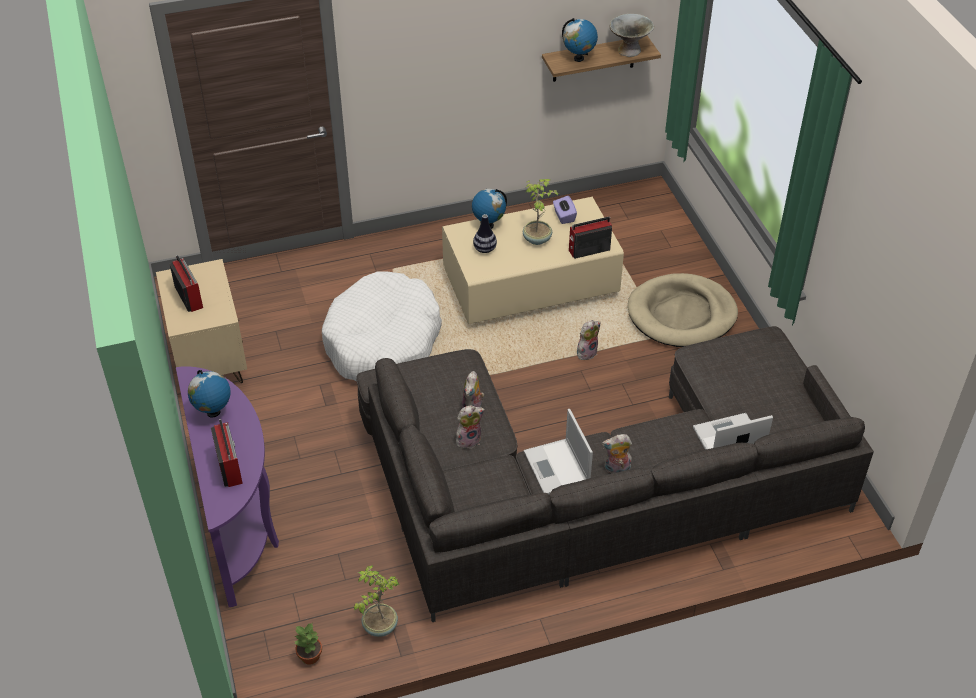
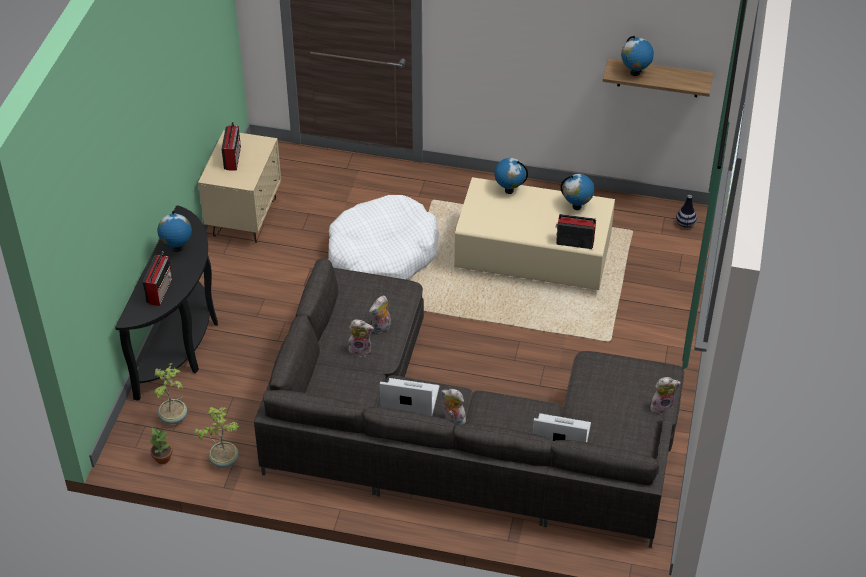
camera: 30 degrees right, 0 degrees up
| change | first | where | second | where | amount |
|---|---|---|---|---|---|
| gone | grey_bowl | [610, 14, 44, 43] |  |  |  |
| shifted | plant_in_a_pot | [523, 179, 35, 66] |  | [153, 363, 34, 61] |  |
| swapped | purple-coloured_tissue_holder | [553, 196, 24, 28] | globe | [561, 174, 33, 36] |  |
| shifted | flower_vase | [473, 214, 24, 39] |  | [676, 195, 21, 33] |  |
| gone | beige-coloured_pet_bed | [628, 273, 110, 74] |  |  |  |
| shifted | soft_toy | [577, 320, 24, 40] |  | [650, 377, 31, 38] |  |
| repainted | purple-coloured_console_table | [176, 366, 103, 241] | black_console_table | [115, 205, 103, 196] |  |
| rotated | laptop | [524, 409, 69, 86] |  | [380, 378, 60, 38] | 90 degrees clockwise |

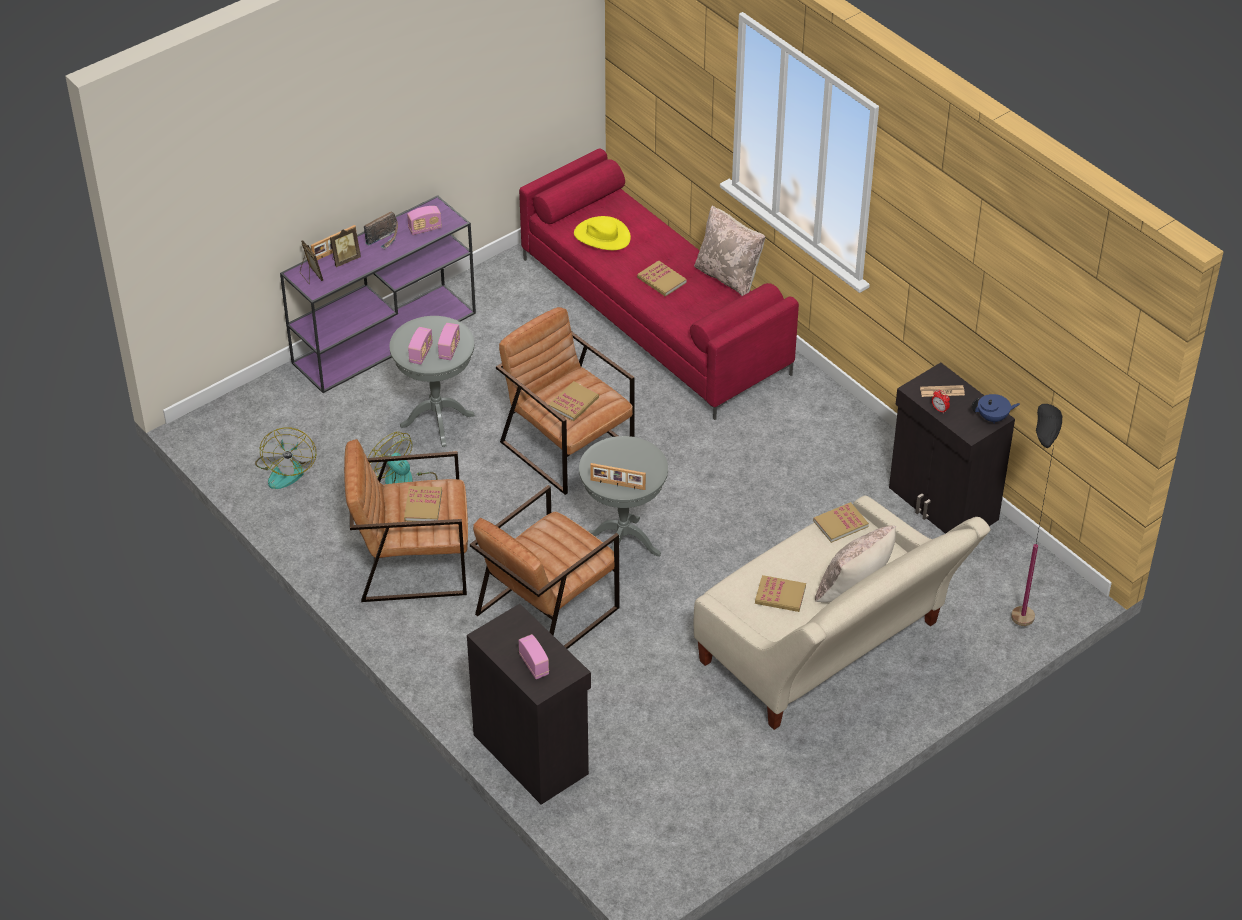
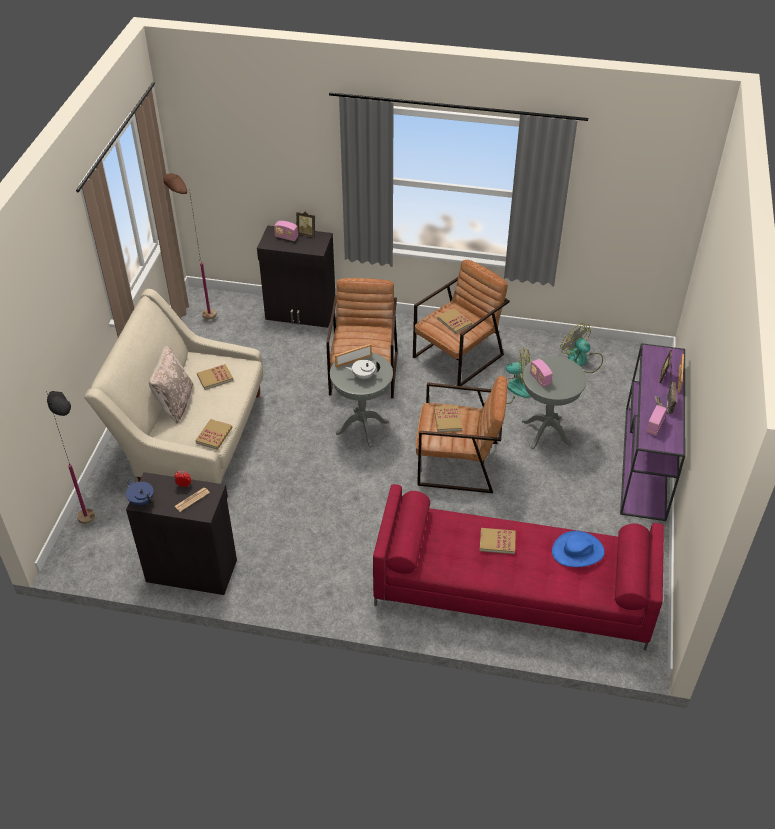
camera: 140 degrees right, 0 degrees up
| change | first | where | second | where | amount |
|---|---|---|---|---|---|
| gone | beige-coloured_cushion | [694, 205, 71, 91] |  |  |  |
| repainted | yellow-coloured_hat | [574, 216, 57, 34] | blue_hat | [552, 531, 53, 36] |  |
| shifted | standing_frame | [300, 240, 23, 44] |  | [296, 211, 20, 27] |  |
| gone | radio_receiver | [408, 327, 25, 38] |  |  |  |
| rotated | blue_pot_for_tea | [972, 394, 48, 30] |  | [126, 480, 28, 26] | 90 degrees clockwise |
| new |  |  | brownish_standard_lamp | [163, 173, 54, 147] |  |
| new |  |  | whitish_pot_for_tea | [345, 360, 35, 19] |  |

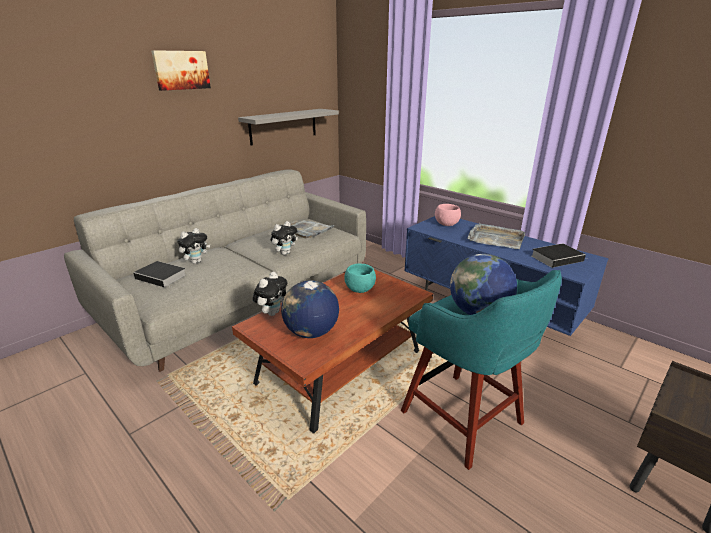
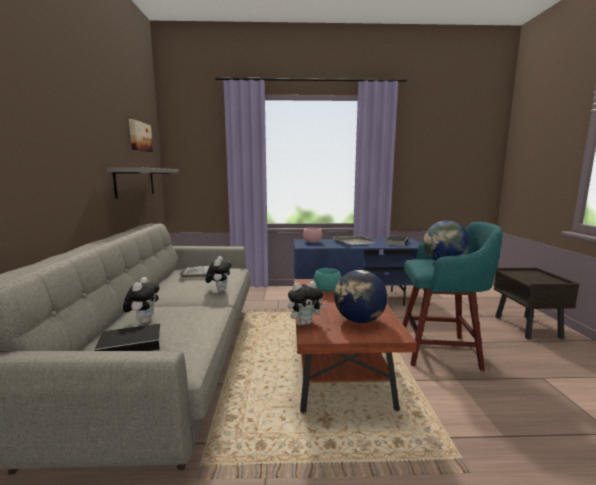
camera: 45 degrees left, 15 degrees down
| change | first | where | second | where | amount |
|---|---|---|---|---|---|
| shifted | picture | [151, 50, 60, 41] |  | [129, 119, 24, 33] |  |
| rotated | soft_toy | [253, 272, 34, 44] |  | [287, 281, 39, 44] | 90 degrees clockwise |

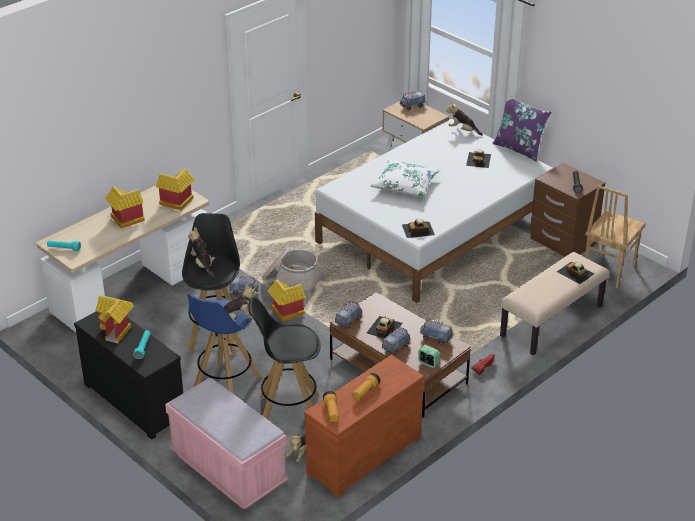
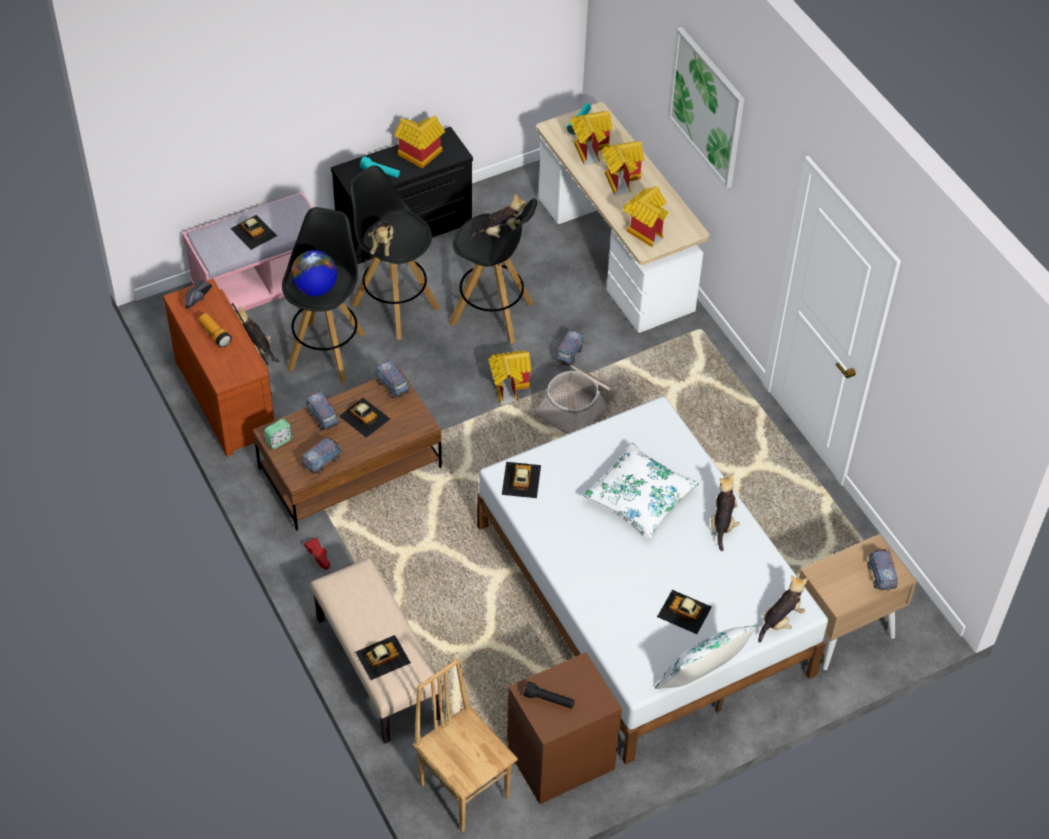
camera: 105 degrees right, 15 degrees up
| change | first | where | second | where | amount |
|---|---|---|---|---|---|
| repainted | purple-coloured_cushion | [492, 99, 60, 63] | whitish_cushion | [655, 625, 102, 64] |  |
| repainted | blue_stool | [188, 294, 73, 100] | black_stool | [350, 165, 90, 174] |  |
| swapped | torch | [323, 391, 16, 31] | black_low_shoe | [185, 280, 27, 28] |  |
| new |  |  | picture | [667, 27, 78, 162] |  |
| new |  |  | toy_house | [570, 111, 42, 54] |  |
| new |  |  | toy_car | [230, 215, 47, 35] |  |
| new |  |  | globe | [291, 250, 46, 47] |  |
| new |  |  | soft_toy | [711, 474, 29, 77] |  |

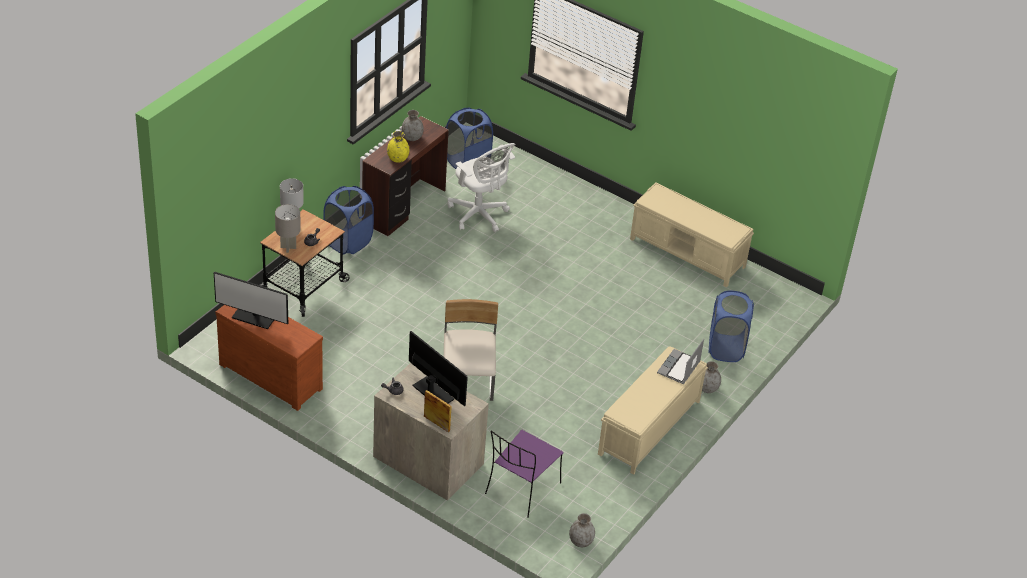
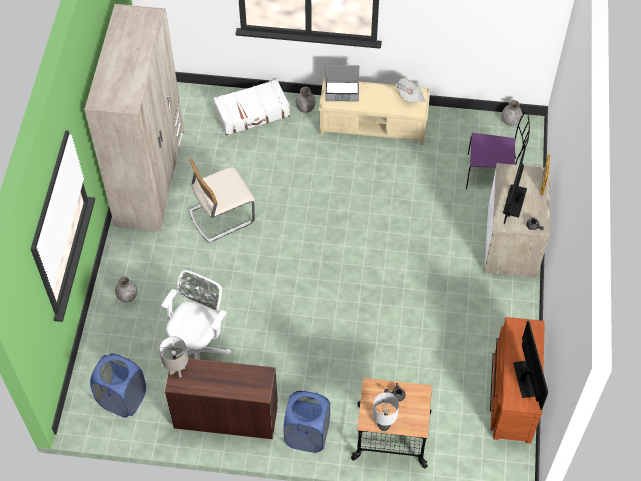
camera: 115 degrees left, 15 degrees up
| change | first | where | second | where | amount |
|---|---|---|---|---|---|
| shifted | grey_flower_vase | [402, 110, 22, 31] |  | [115, 276, 22, 26] |  |
| gone | yellow-coloured_flower_vase | [387, 131, 22, 32] |  |  |  |
| swapped | beige-coloured_indoor_bench | [630, 182, 124, 105] | beige-coloured_clothes_cupboard | [84, 4, 100, 227] |  |
| shifted | grey_tabletop_lamp | [275, 204, 26, 49] |  | [159, 336, 29, 42] |  |
| swapped | blue_laundry_basket | [708, 291, 46, 71] | whitish_suitcase | [213, 79, 77, 56] |  |
| shifted | beige-coloured_plain_chair | [444, 299, 54, 102] |  | [189, 158, 66, 85] |  |
| new |  |  | printed_paper | [396, 78, 30, 26] |  |

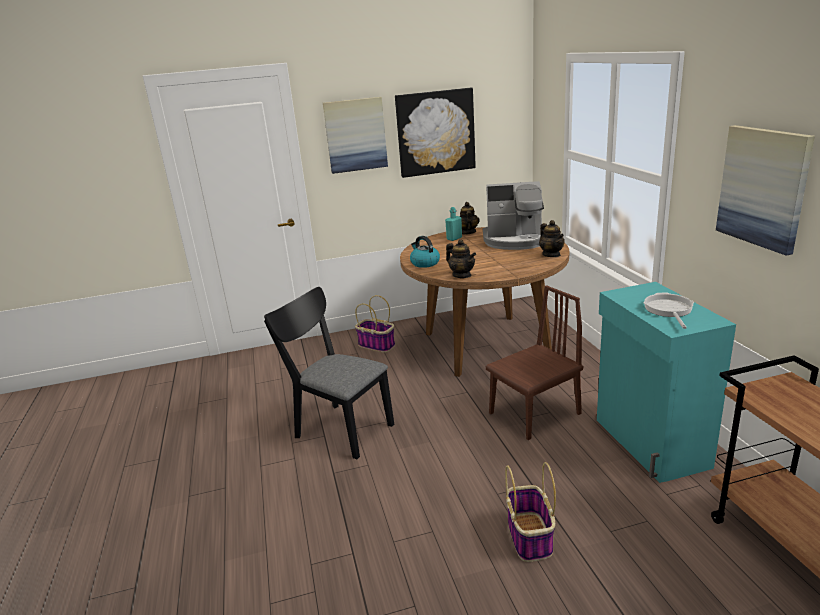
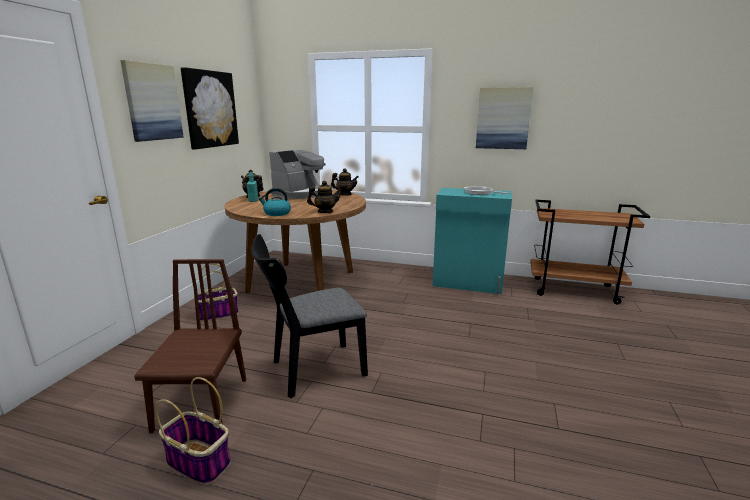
camera: 60 degrees left, 5 degrees down
| change | first | where | second | where | amount |
|---|---|---|---|---|---|
| shifted | brownish_plain_chair | [486, 285, 97, 155] |  | [134, 259, 112, 174] |  |
| shifted | basket | [505, 462, 51, 100] |  | [155, 377, 76, 108] |  |

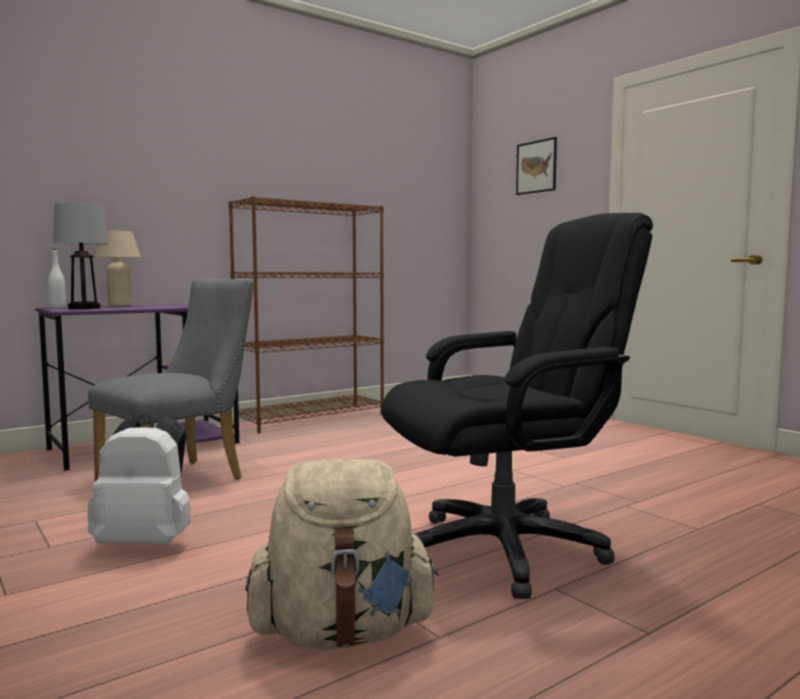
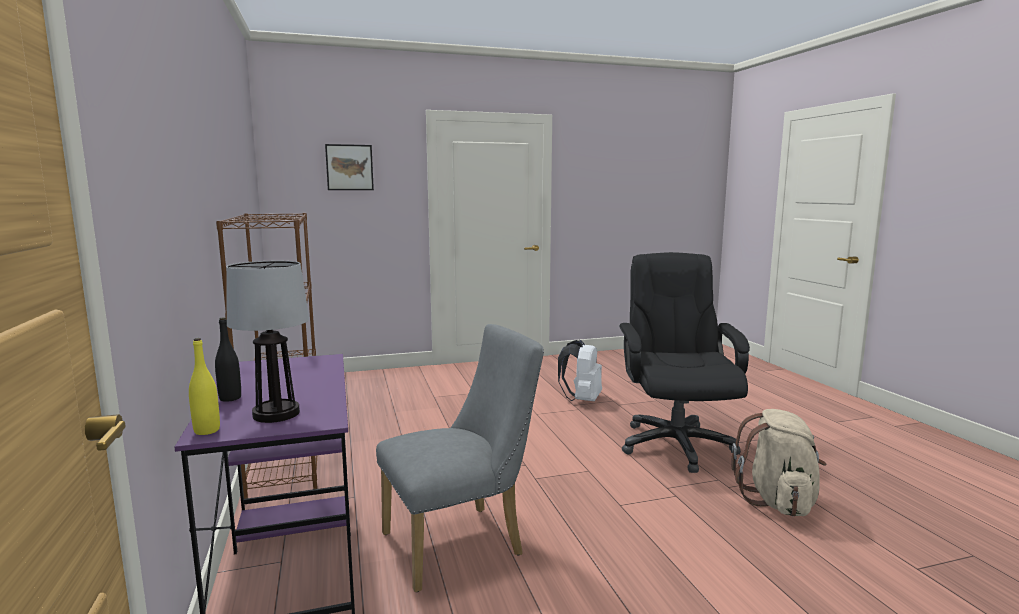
camera: 70 degrees left, 5 degrees up
| change | first | where | second | where | amount |
|---|---|---|---|---|---|
| swapped | beige-coloured_tabletop_lamp | [94, 230, 47, 77] | black_beverage_bottle | [215, 317, 26, 85] |  |
| repainted | whitish_beverage_bottle | [48, 249, 18, 59] | yellow-coloured_beverage_bottle | [189, 338, 31, 97] |  |
| rotated | grey_plain_chair | [88, 279, 166, 203] |  | [376, 324, 168, 268] | 90 degrees clockwise |
| shifted | whitish_knapsack | [87, 413, 104, 131] |  | [558, 340, 44, 61] |  |

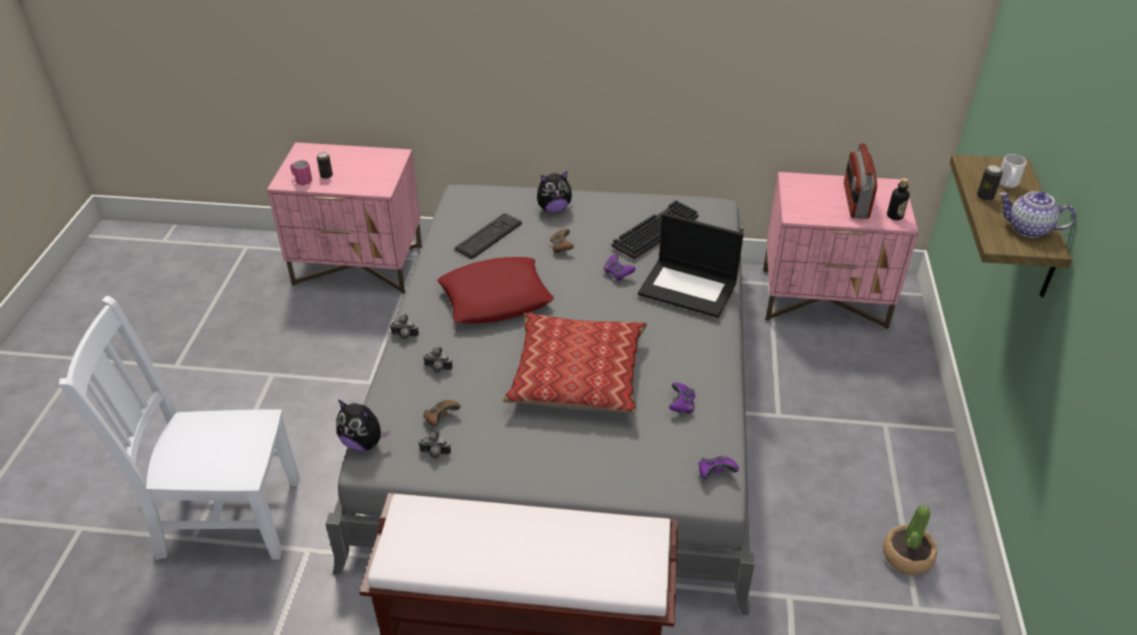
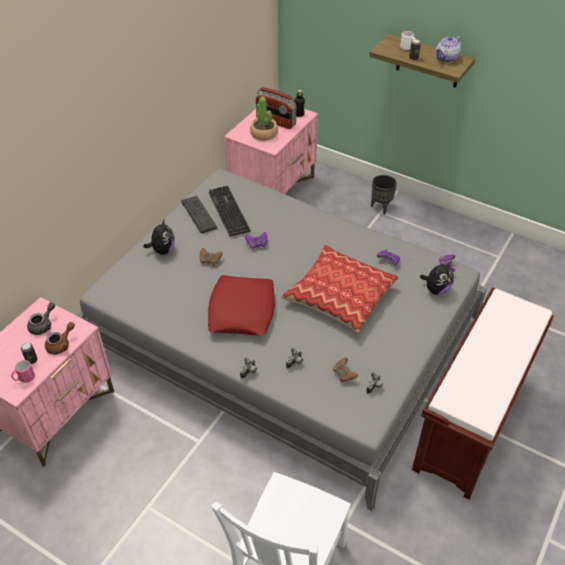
camera: 65 degrees left, 5 degrees up
| change | first | where | second | where | amount |
|---|---|---|---|---|---|
| shifted | computer_keyboard | [455, 213, 67, 46] |  | [181, 196, 36, 38] |  |
| gone | laptop | [638, 213, 106, 105] |  |  |  |
| shifted | soft_toy | [336, 400, 53, 51] |  | [420, 261, 34, 34] |  |
| shifted | plant_in_a_pot | [883, 505, 54, 70] |  | [250, 97, 28, 44] |  |
| new |  |  | black_planter | [371, 175, 26, 39] |  |
| new |  |  | grey_pot_for_tea | [27, 302, 28, 33] |  |
| new |  |  | brownish_pot_for_tea | [45, 322, 30, 33] |  |

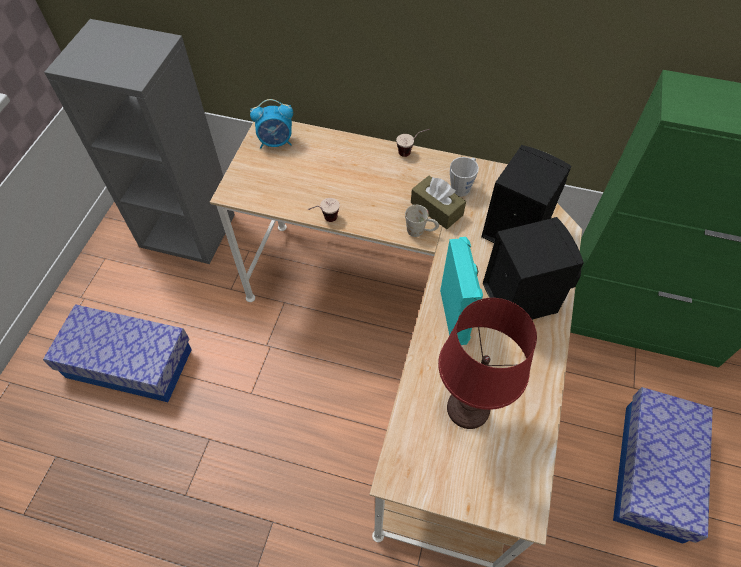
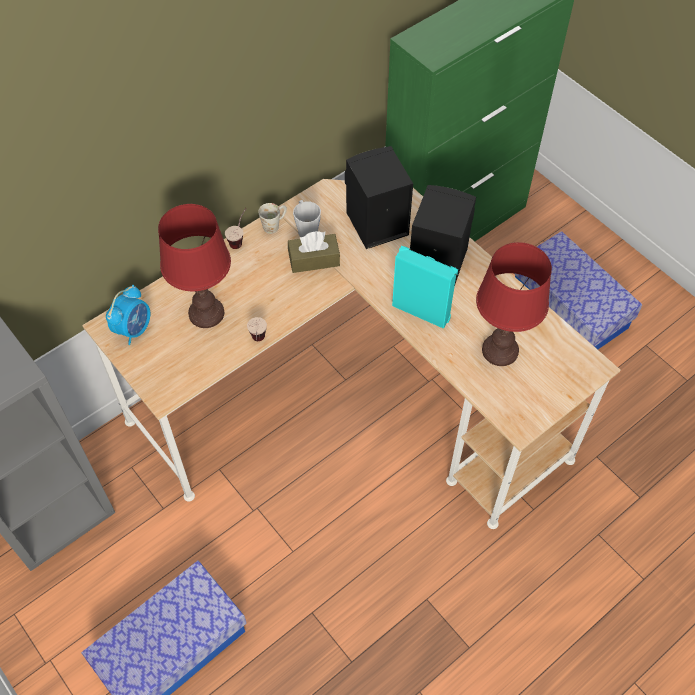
camera: 55 degrees left, 0 degrees up
| change | first | where | second | where | amount |
|---|---|---|---|---|---|
| shifted | whitish_mug | [405, 205, 34, 32] |  | [258, 203, 29, 31] |  |
| new |  |  | red_tabletop_lamp | [158, 204, 73, 124] |  |

